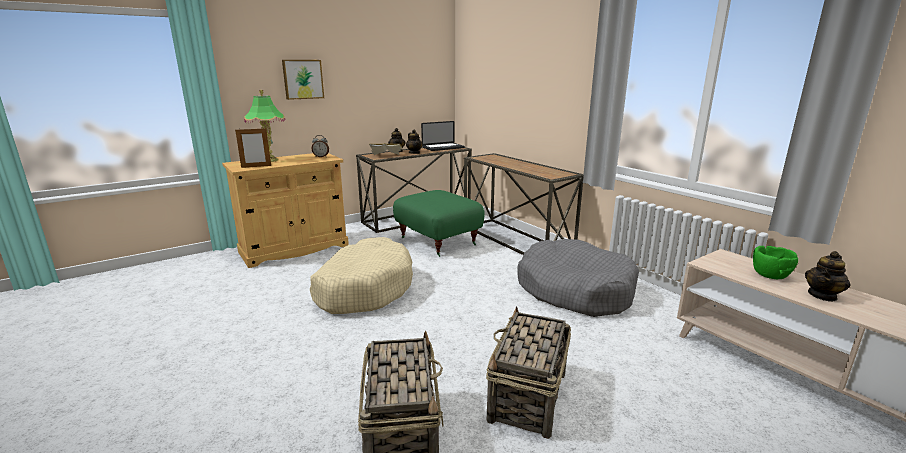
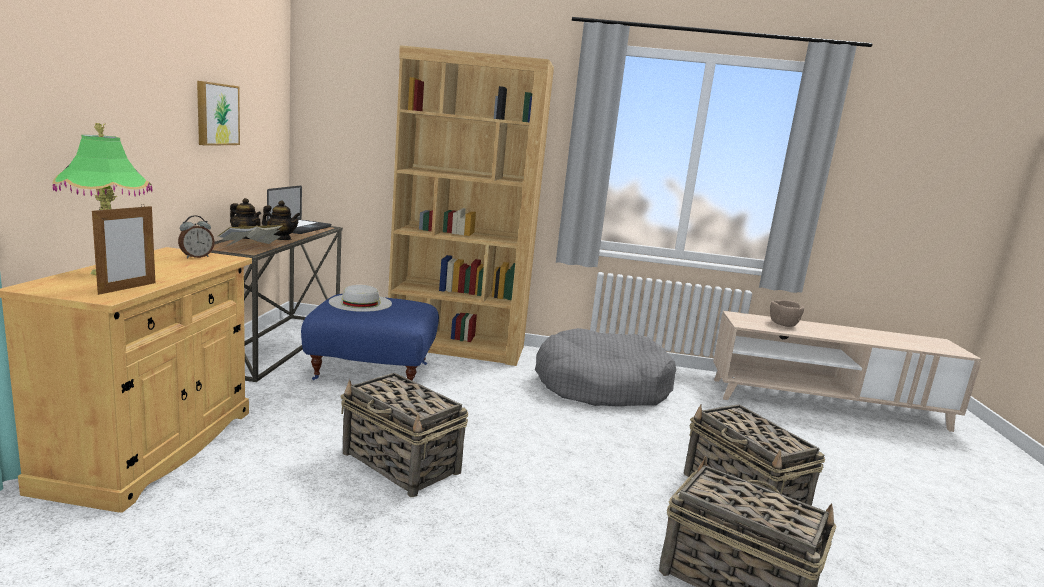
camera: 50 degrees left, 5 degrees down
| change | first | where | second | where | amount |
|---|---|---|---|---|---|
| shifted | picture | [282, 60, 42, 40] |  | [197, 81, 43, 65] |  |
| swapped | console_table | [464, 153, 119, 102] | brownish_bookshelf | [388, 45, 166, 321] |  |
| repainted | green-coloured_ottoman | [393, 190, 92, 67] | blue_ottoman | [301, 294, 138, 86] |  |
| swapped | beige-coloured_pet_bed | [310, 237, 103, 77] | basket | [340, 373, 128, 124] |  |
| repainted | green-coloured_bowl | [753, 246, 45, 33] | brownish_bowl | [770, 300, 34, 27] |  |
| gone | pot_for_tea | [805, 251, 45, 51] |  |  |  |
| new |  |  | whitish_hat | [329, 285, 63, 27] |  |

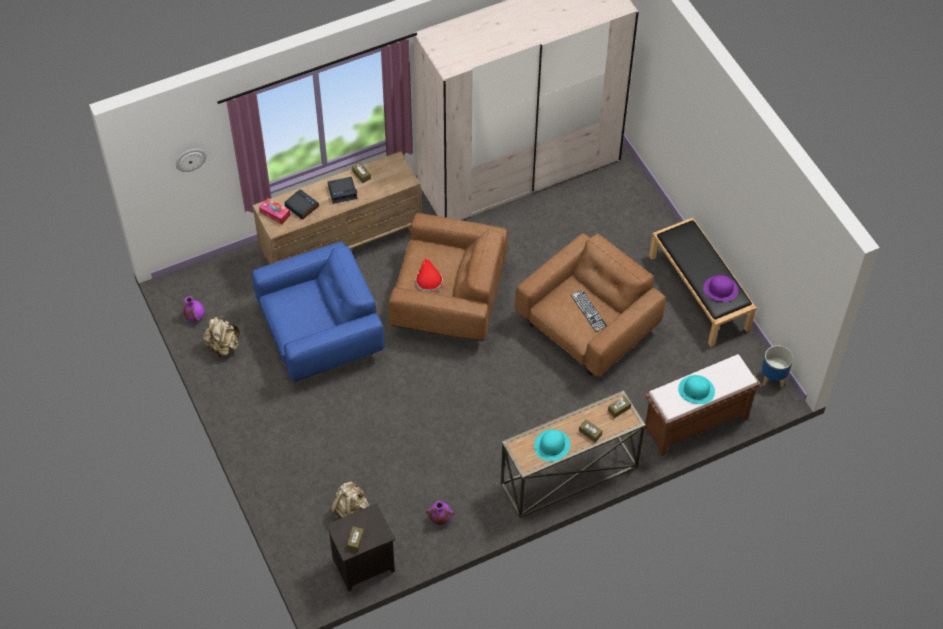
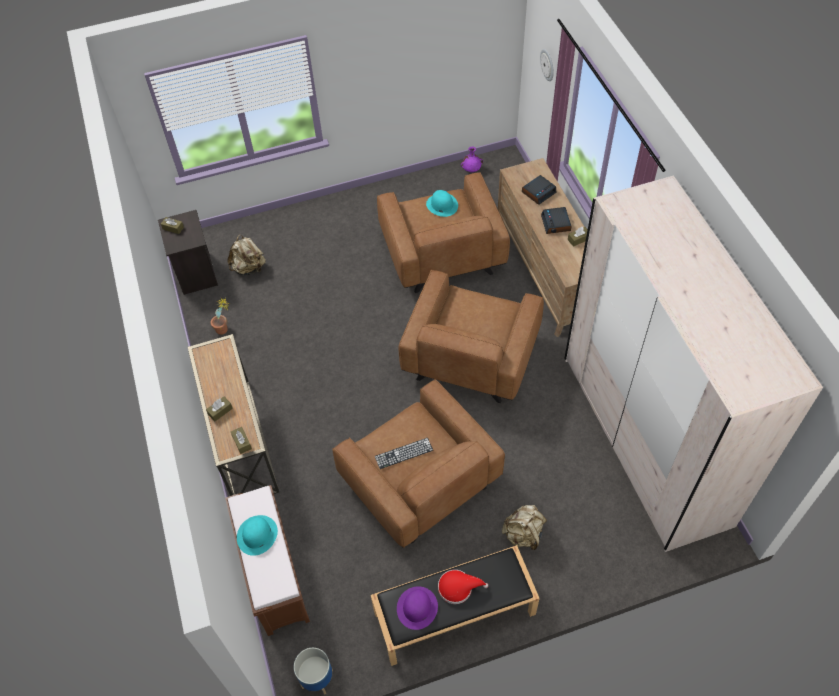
camera: 100 degrees right, 0 degrees up
| change | first | where | second | where | amount |
|---|---|---|---|---|---|
| gone | tissue_holder | [259, 198, 31, 27] |  |  |  |
| repainted | blue_easy_chair | [251, 242, 134, 140] | brownish_easy_chair | [377, 172, 133, 121] |  |
| shifted | red_hat | [416, 259, 27, 34] |  | [438, 570, 50, 34] |  |
| shifted | beige-coloured_knapsack | [203, 316, 37, 42] |  | [502, 505, 45, 45] |  |
| shifted | blue-green_hat | [534, 429, 37, 32] |  | [426, 190, 32, 27] |  |
| swapped | purple-coloured_flower_vase | [426, 501, 28, 24] | plant_in_a_pot | [210, 297, 20, 38] |  |

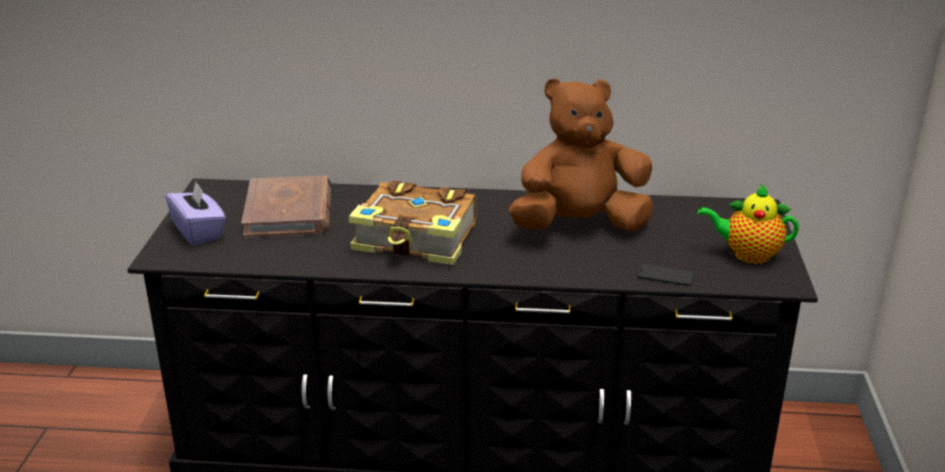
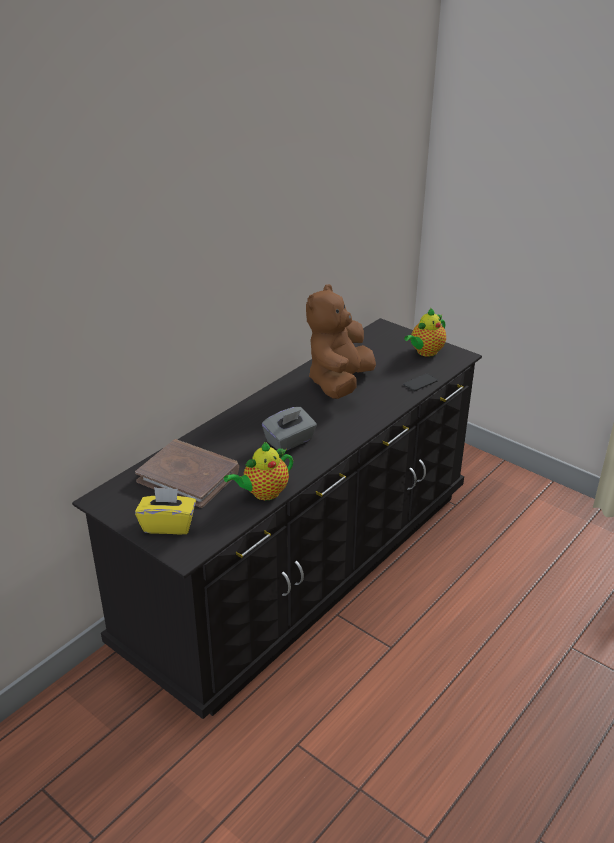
camera: 55 degrees left, 5 degrees up
| change | first | where | second | where | amount |
|---|---|---|---|---|---|
| swapped | volume | [349, 180, 127, 85] | grey_tissue_holder | [262, 407, 55, 44] |  |
| repainted | purple-coloured_tissue_holder | [165, 181, 61, 64] | yellow-coloured_tissue_holder | [135, 487, 61, 47] |  |
| new |  |  | pot_for_tea | [224, 442, 69, 58] |  |

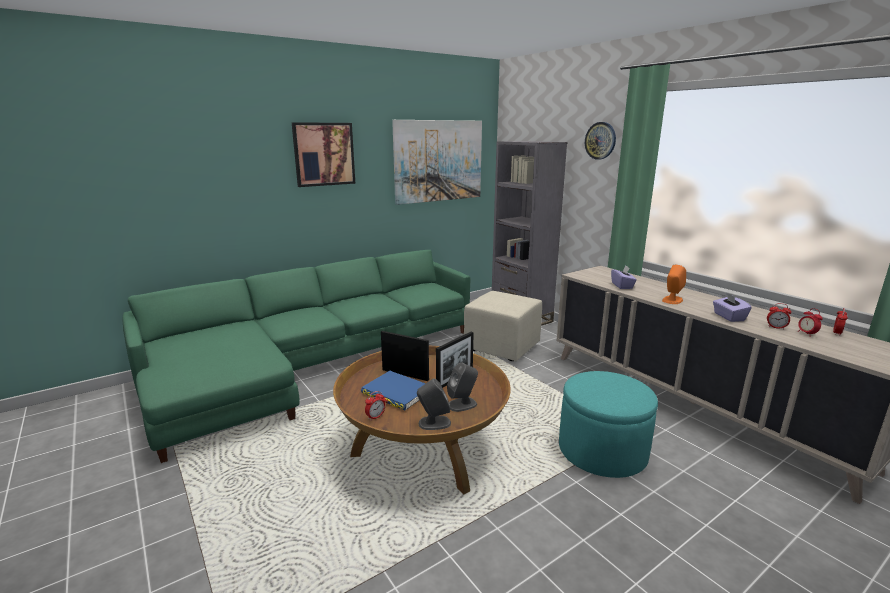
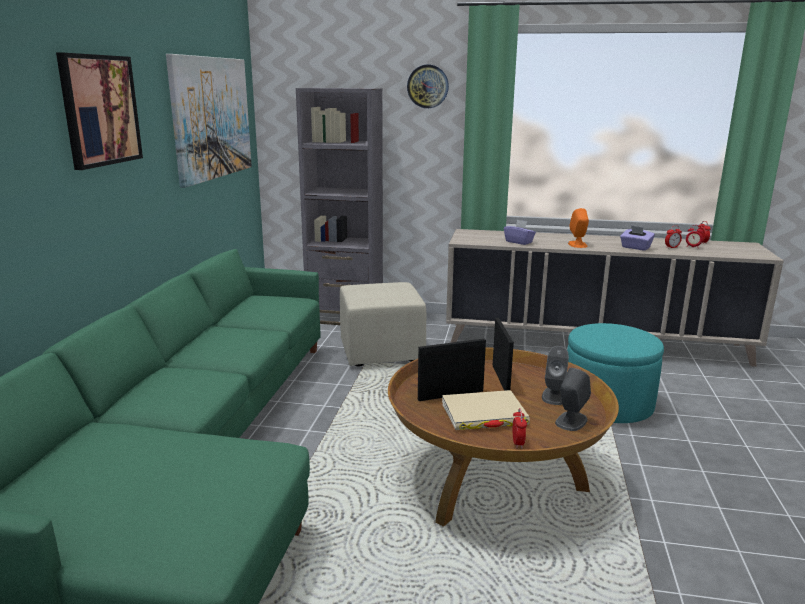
camera: 45 degrees left, 0 degrees up
| change | first | where | second | where | amount |
|---|---|---|---|---|---|
| repainted | blue_volume | [361, 371, 65, 39] | beige-coloured_volume | [442, 390, 88, 40] |  |

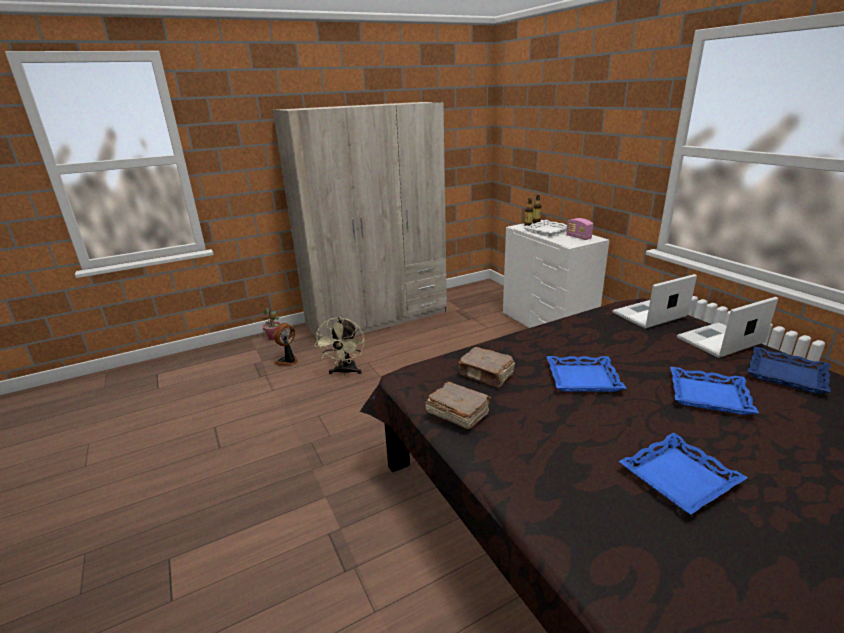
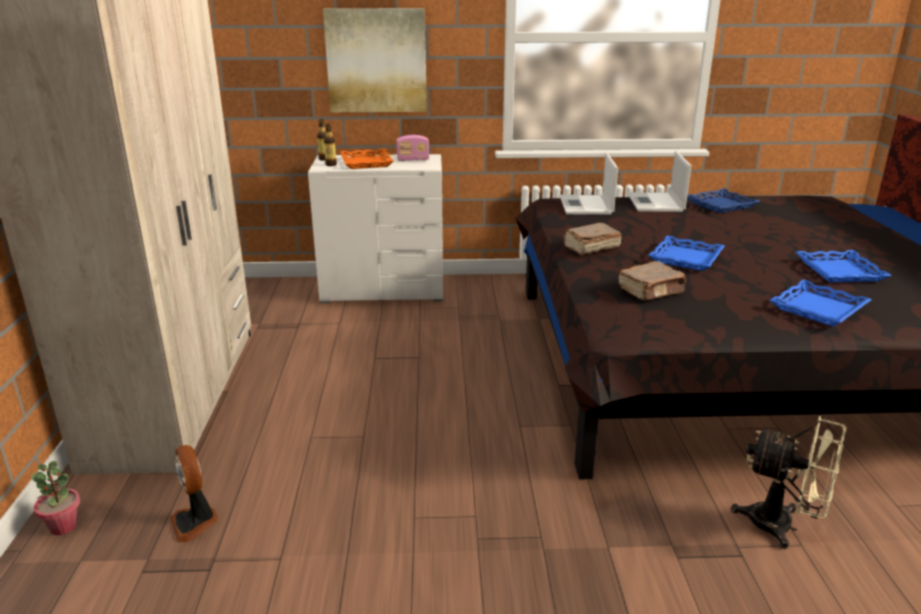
camera: 65 degrees left, 0 degrees up
| change | first | where | second | where | amount |
|---|---|---|---|---|---|
| repainted | whitish_serving_tray | [523, 220, 44, 17] | orange_serving_tray | [340, 149, 54, 20] |  |
| shifted | beige-coloured_cooling_fan | [315, 317, 50, 58] |  | [731, 416, 115, 133] |  |
| shifted | blue_serving_tray | [670, 367, 89, 48] |  | [769, 279, 103, 48] |  |
| shifted | brownish_volume | [426, 382, 65, 47] |  | [563, 223, 59, 32] |  |
| new |  |  | picture | [323, 8, 104, 104] |  |

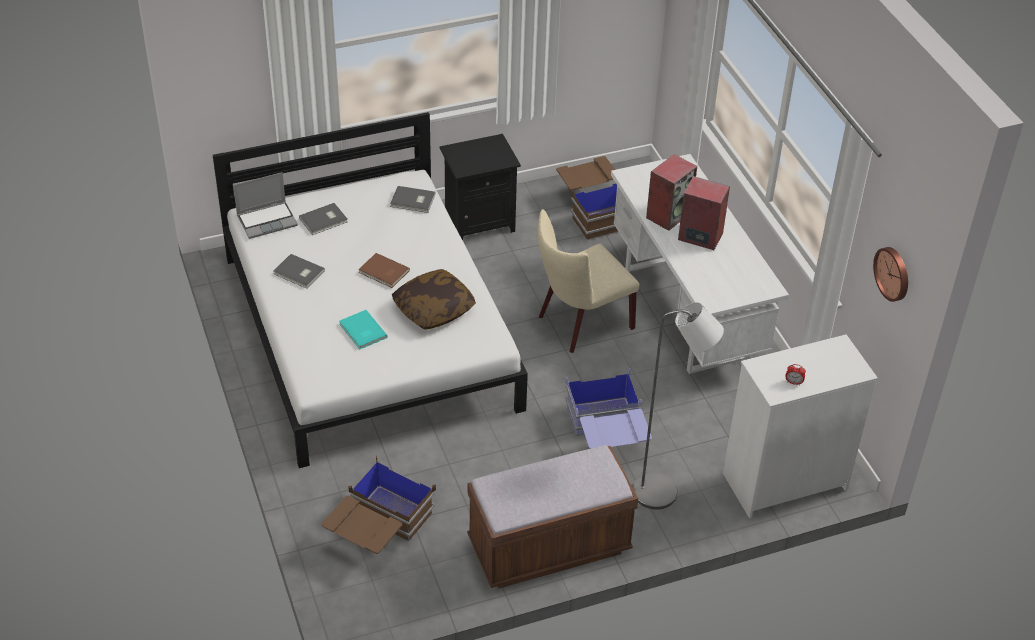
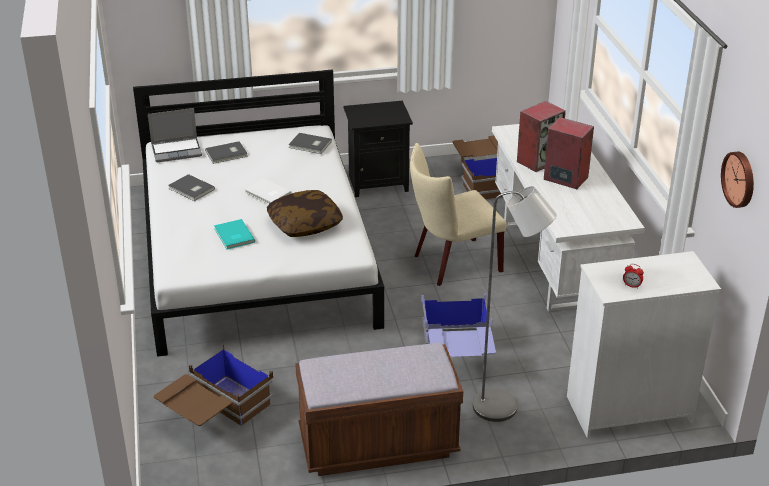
camera: 10 degrees right, 10 degrees down
| change | first | where | second | where | amount |
|---|---|---|---|---|---|
| repainted | brownish_volume | [358, 253, 52, 35] | whitish_volume | [245, 178, 47, 26] |  |

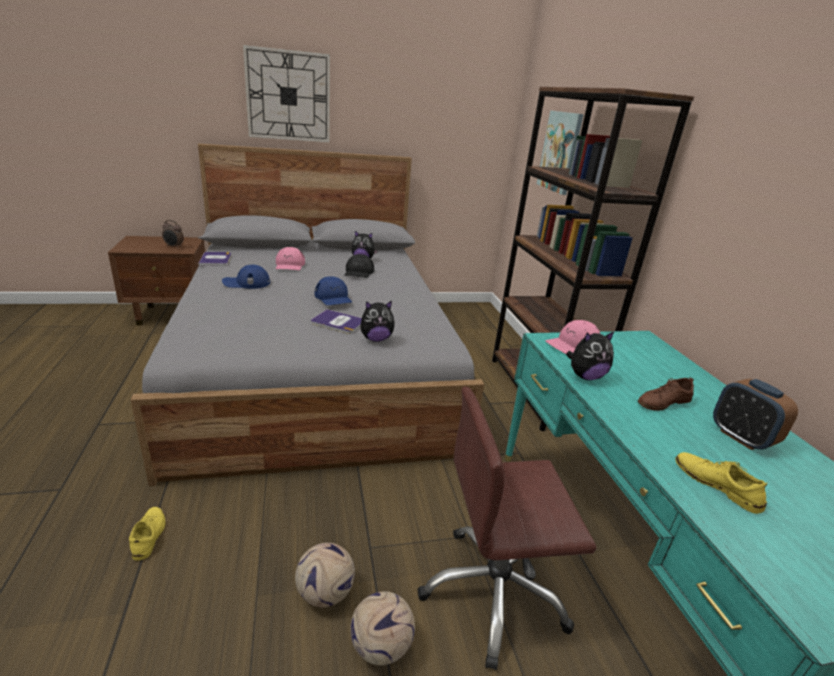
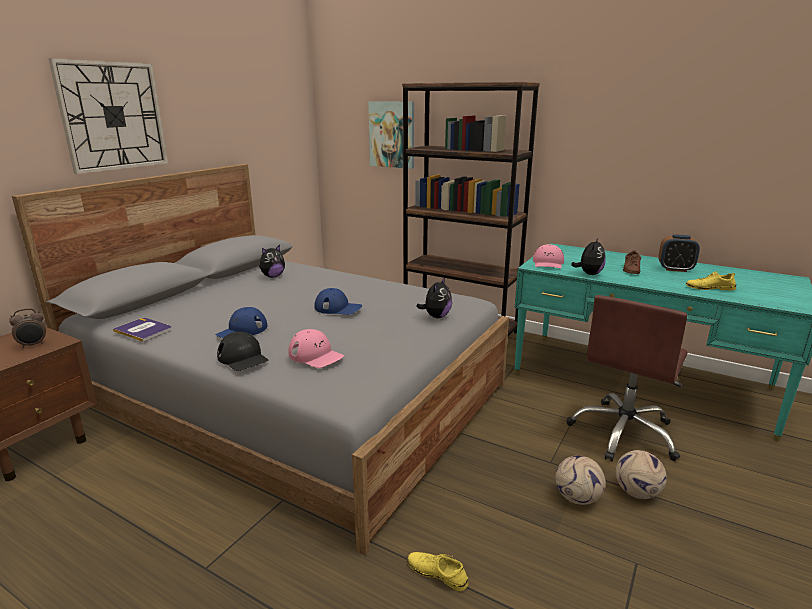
camera: 45 degrees left, 5 degrees down
| change | first | where | second | where | amount |
|---|---|---|---|---|---|
| shifted | pinkish_cap | [276, 247, 29, 23] |  | [288, 329, 56, 39] |  |
| shifted | black_cap | [344, 254, 30, 24] |  | [217, 332, 51, 39] |  |
| gone | volume | [311, 309, 51, 25] |  |  |  |

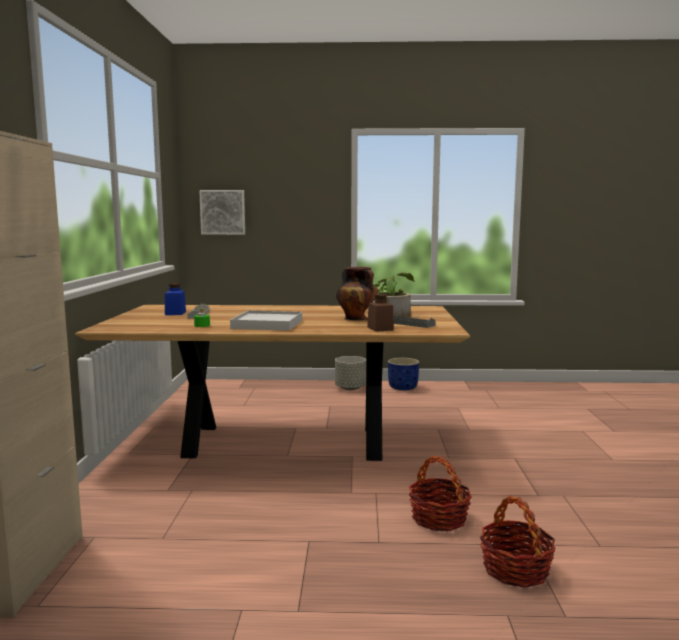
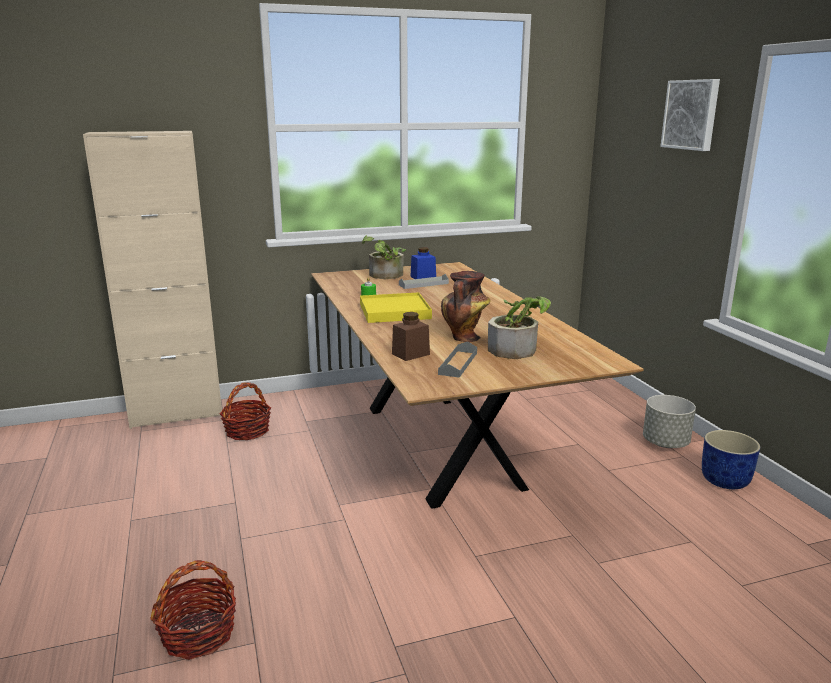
camera: 70 degrees right, 10 degrees up
| change | first | where | second | where | amount |
|---|---|---|---|---|---|
| shifted | picture | [199, 190, 46, 45] |  | [660, 79, 60, 72] |  |
| repainted | whitish_serving_tray | [230, 310, 72, 21] | yellow-coloured_serving_tray | [360, 292, 72, 31] |  |
| shifted | basket | [409, 456, 63, 75] |  | [220, 382, 51, 59] |  |
| new |  |  | plant_in_a_pot | [362, 235, 44, 44] |  |

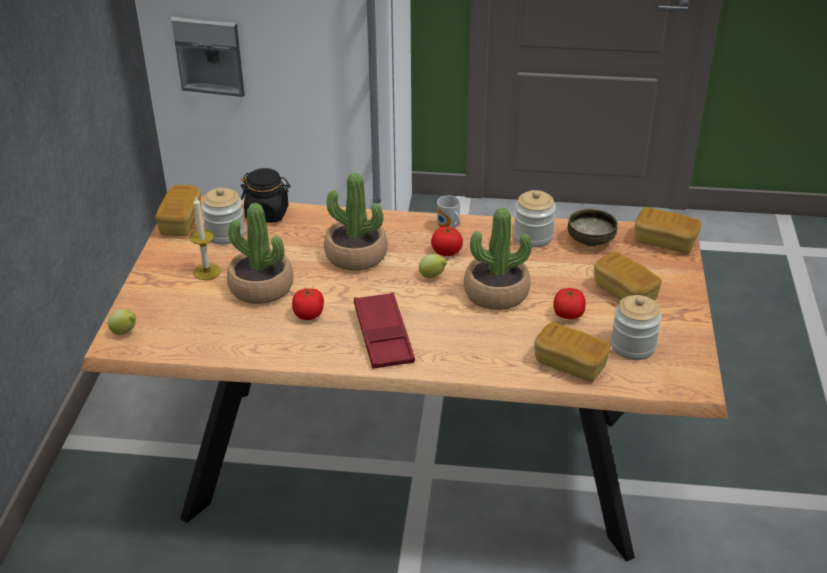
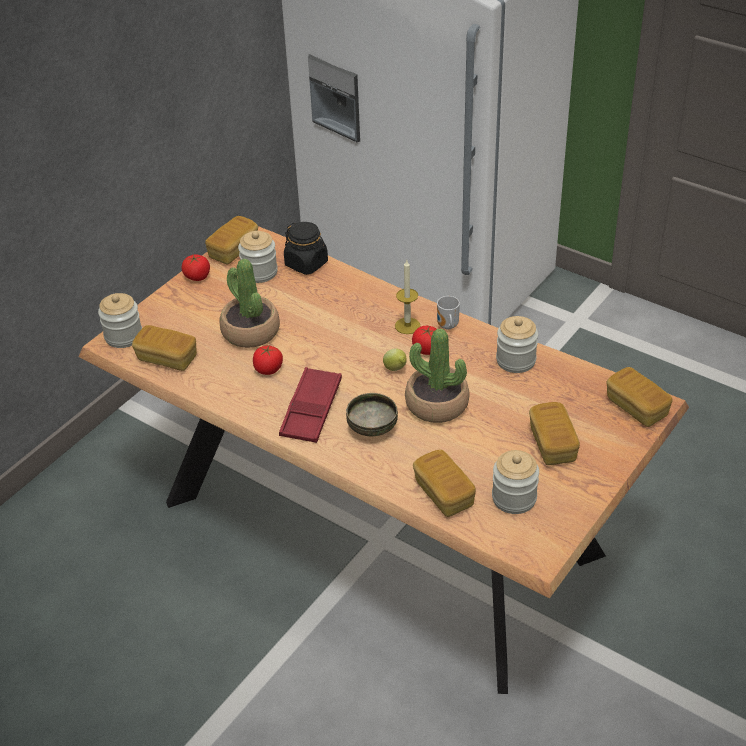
camera: 30 degrees right, 5 degrees up
| change | first | where | second | where | amount |
|---|---|---|---|---|---|
| gone | plant_in_a_pot | [324, 173, 64, 98] |  |  |  |
| shifted | wax_light | [190, 197, 31, 83] |  | [395, 260, 25, 74] |  |
| shifted | bowl | [568, 209, 50, 38] |  | [346, 393, 52, 43] |  |
| shifted | fresh_tomato | [553, 288, 33, 31] |  | [182, 254, 28, 27] |  |
| swapped | whole_lemon | [108, 309, 28, 26] | storage_jar | [98, 293, 44, 55] |  |
| new |  |  | bread | [132, 325, 65, 46] |  |

